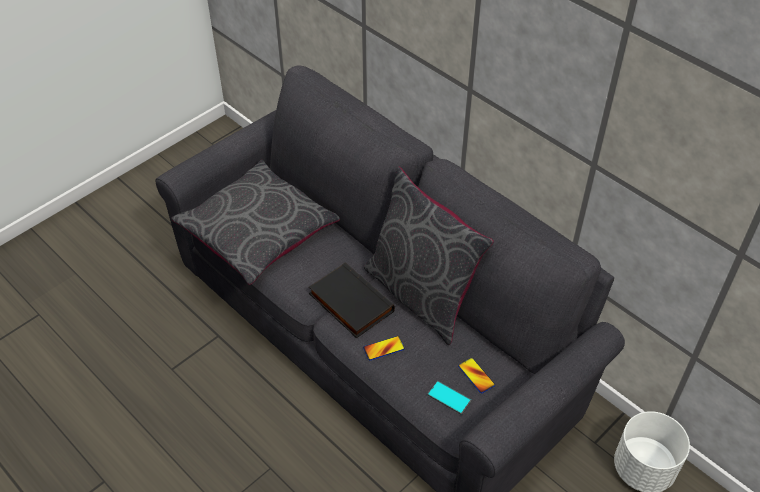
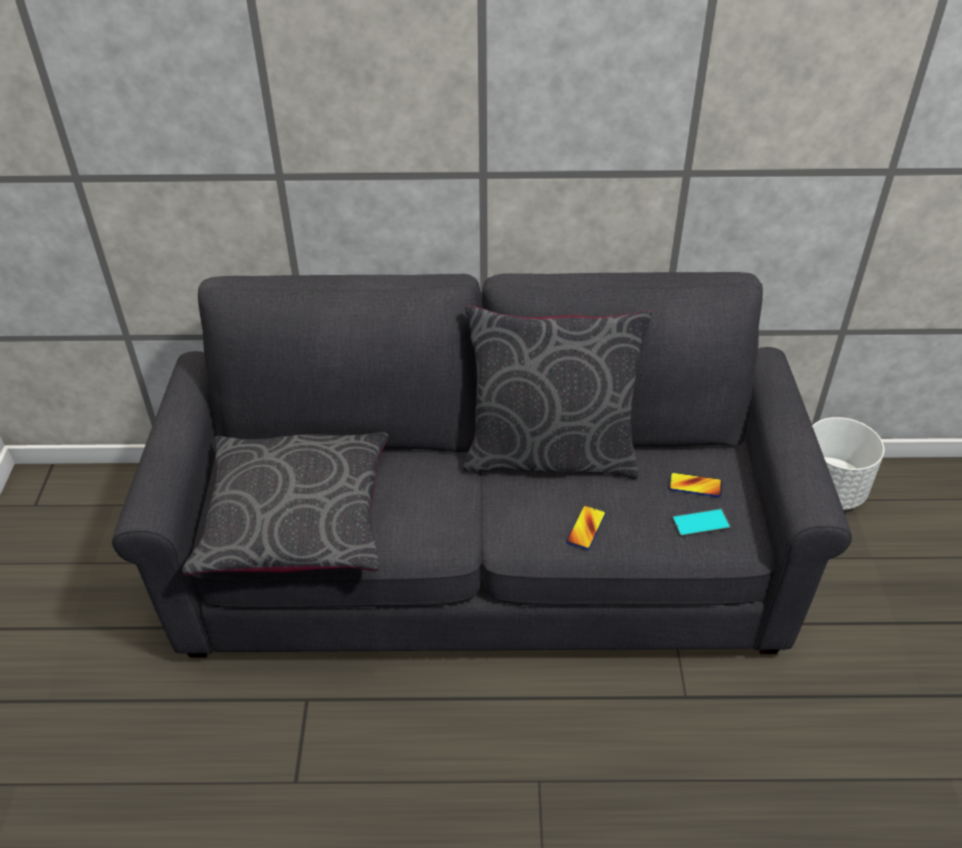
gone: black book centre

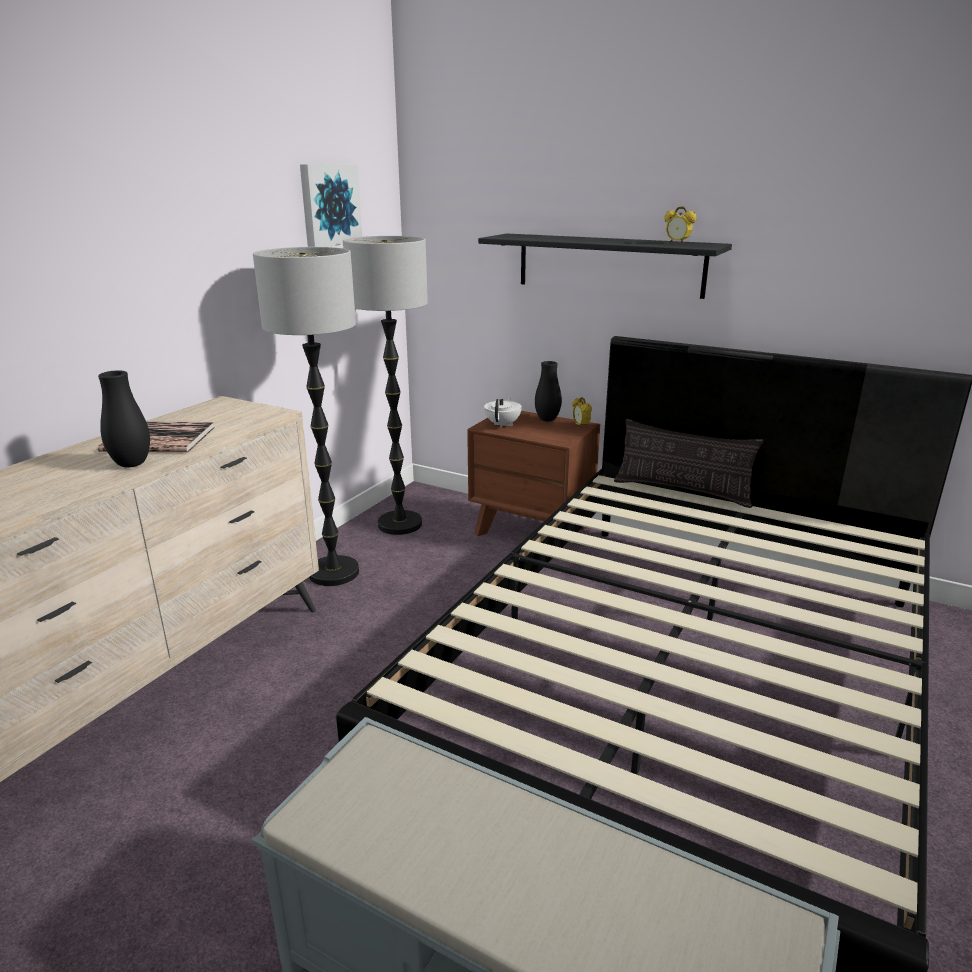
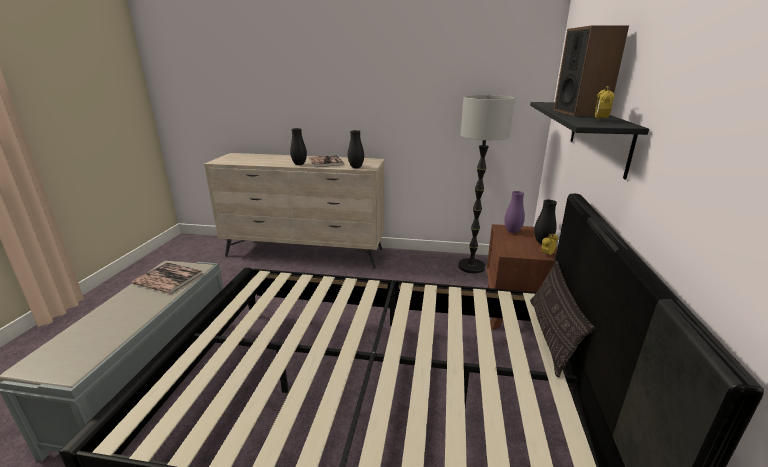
gone: picture top centre; floor lamp (no. 1 from left) middle left
new: speaker top right; black vase (no. 2 from left) top centre; book (no. 1 from left) middle left
swapped: white teapot centre to purple vase middle right

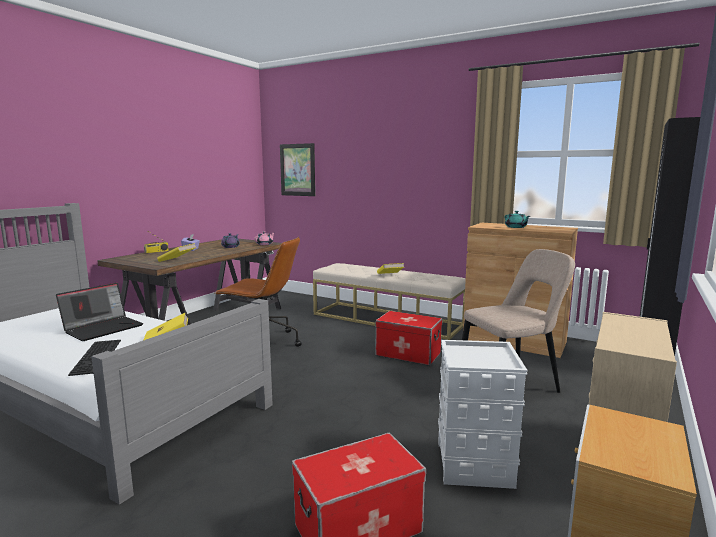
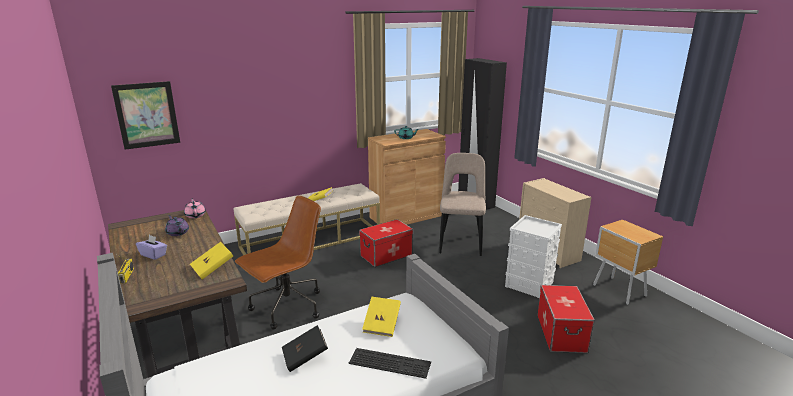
swapped: laptop middle left to black book bottom centre

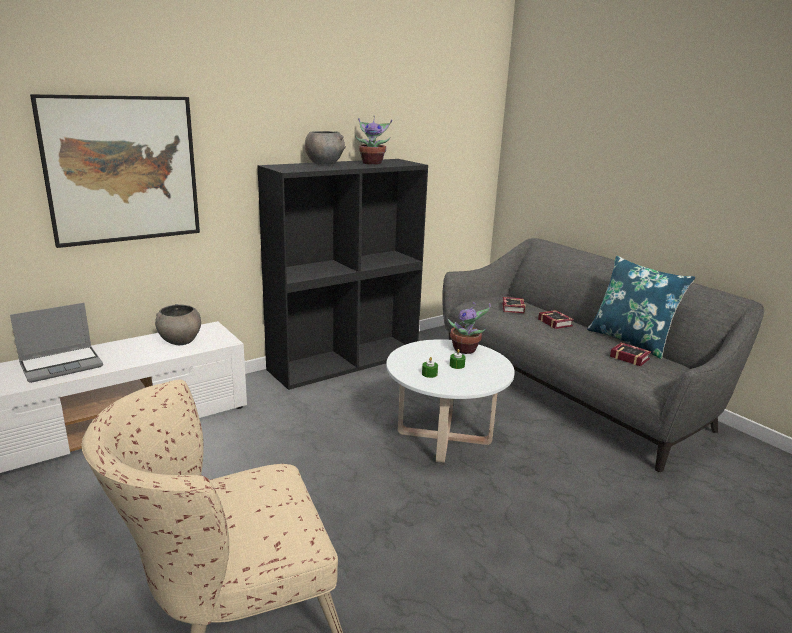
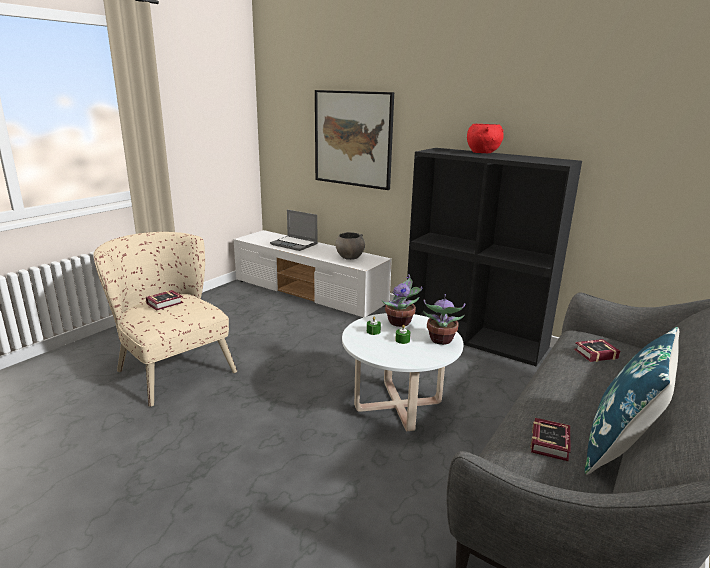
shifted: potted plant (no. 1 from left) top centre to centre; book (no. 2 from left in the first image) middle right to book (no. 1 from left) middle left
repainted: grey bowl (no. 2 from left) top centre to red bowl top right

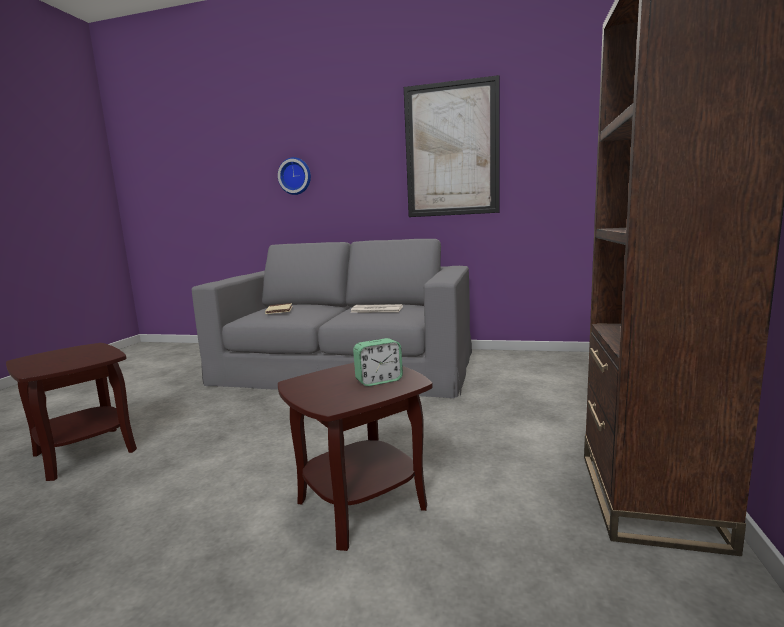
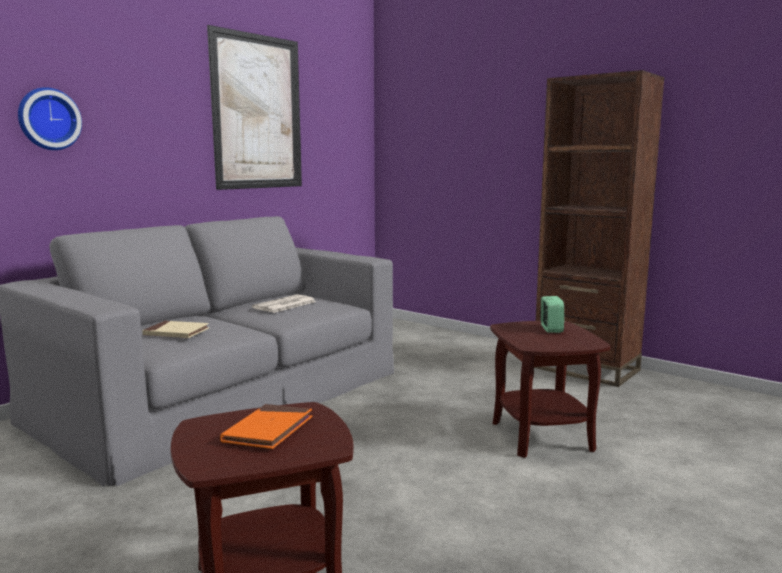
new: orange book bottom centre

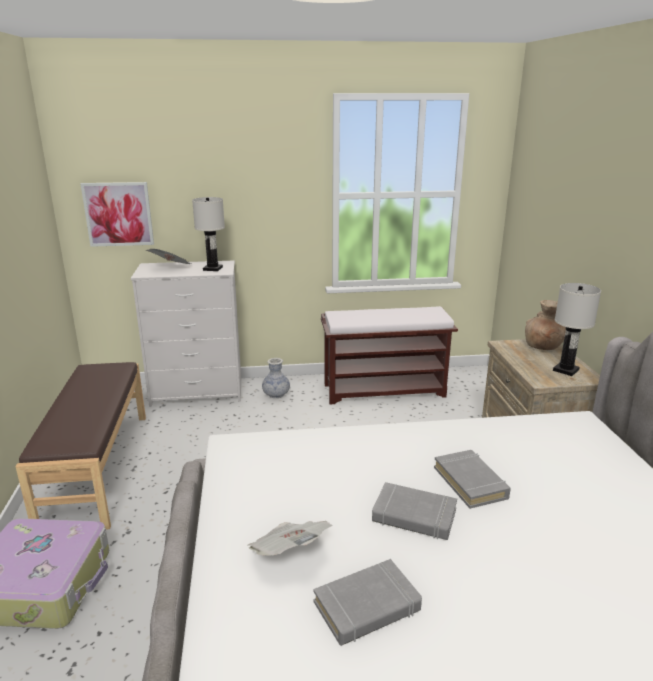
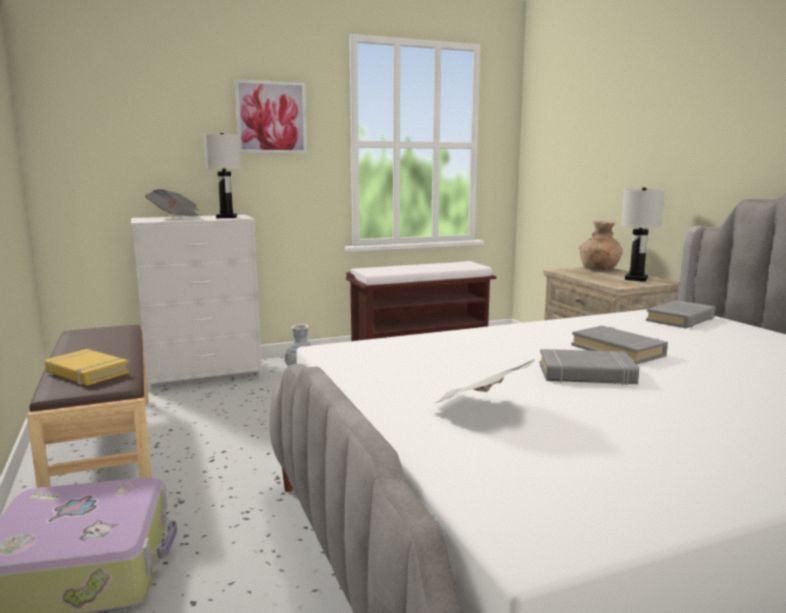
new: yellow book middle left
shifted: picture top left to top centre; grey book (no. 1 from left in the first image) bottom centre to grey book (no. 3 from left) middle right

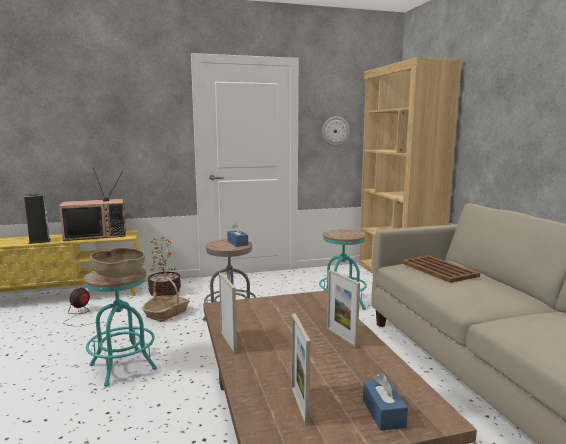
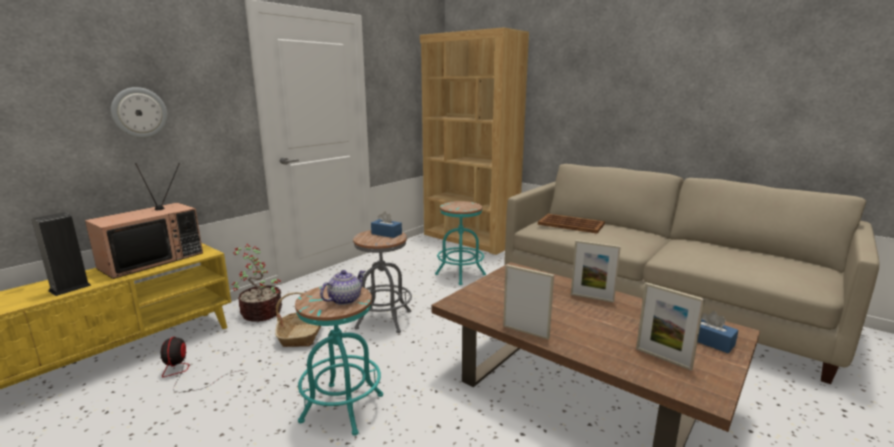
shifted: wall clock top centre to top left
swapped: brown bowl middle left to teapot centre

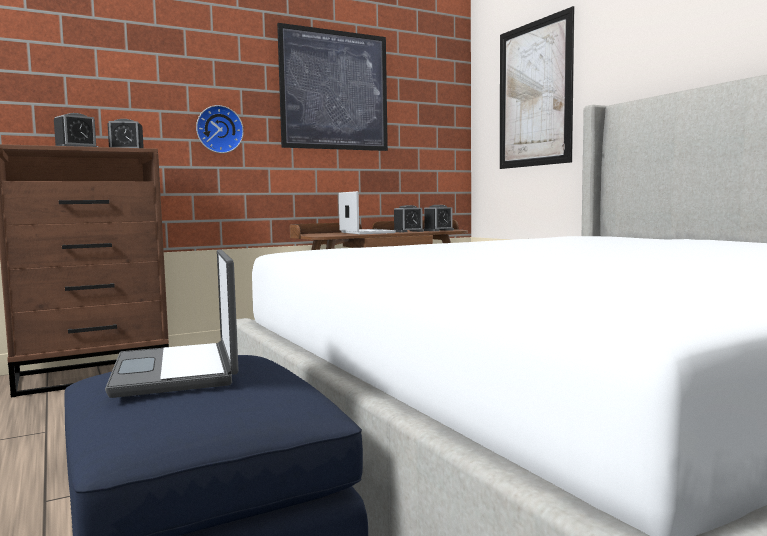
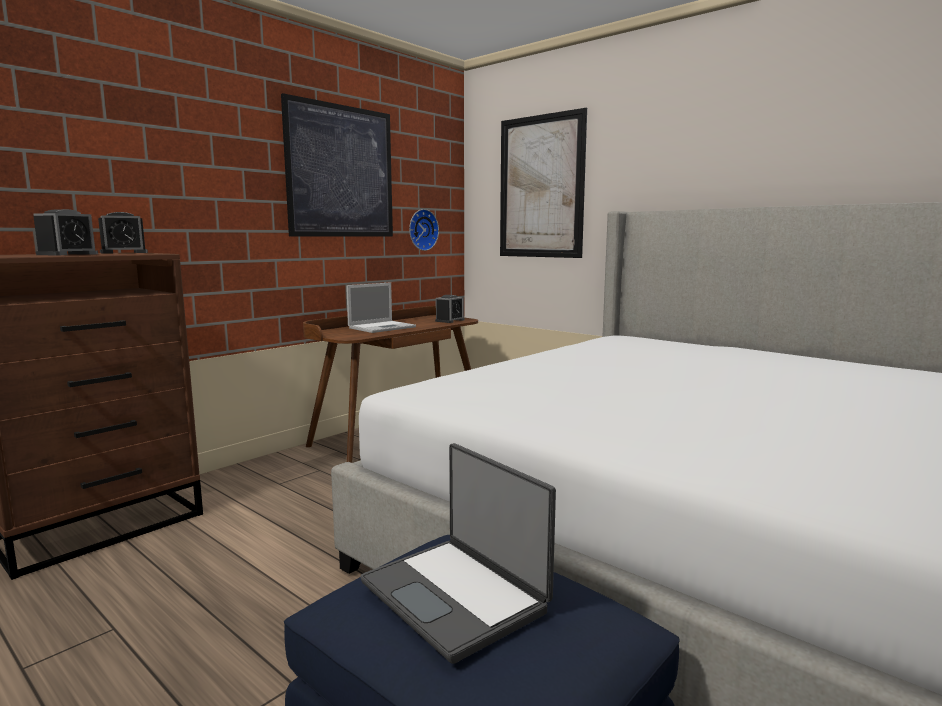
gone: alarm clock (no. 3 from left) centre
shifted: wall clock top left to top centre
rotated: laptop (no. 2 from left in the first image) centre = centre 90 degrees clockwise

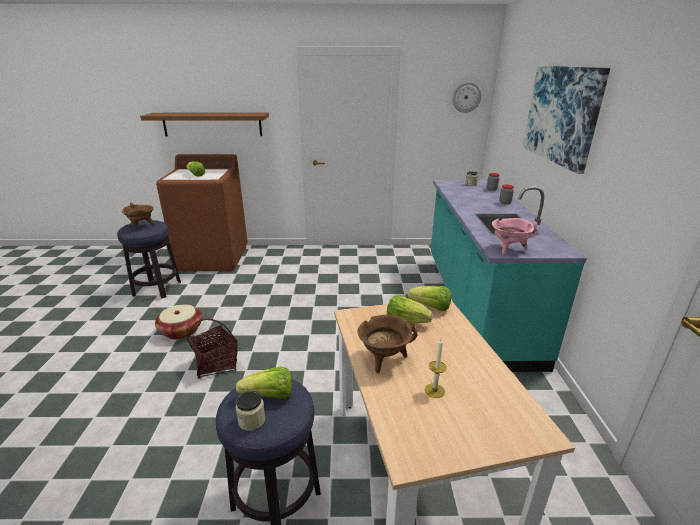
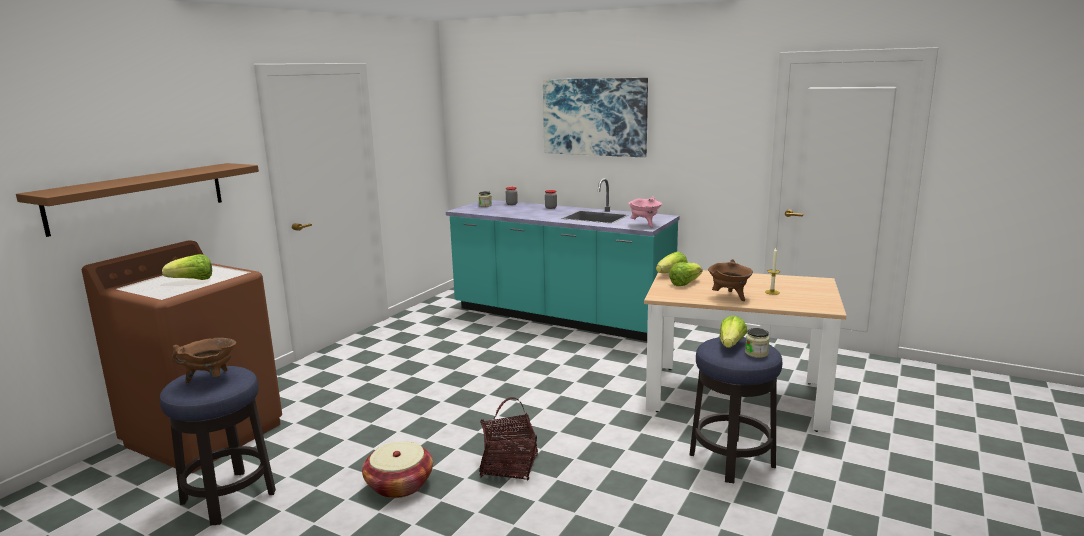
gone: wall clock top right

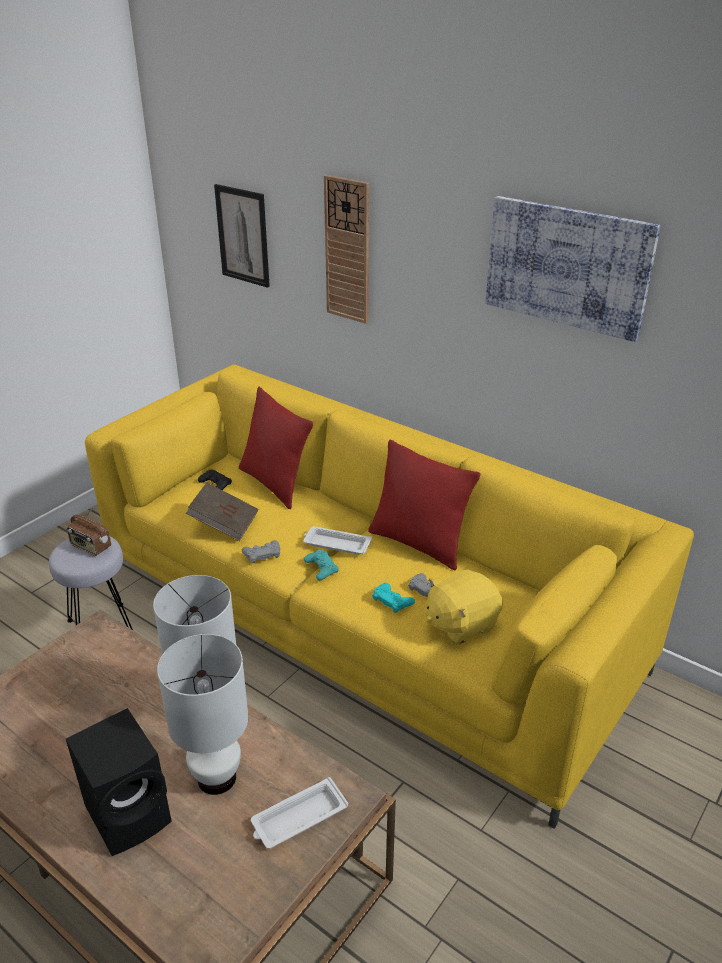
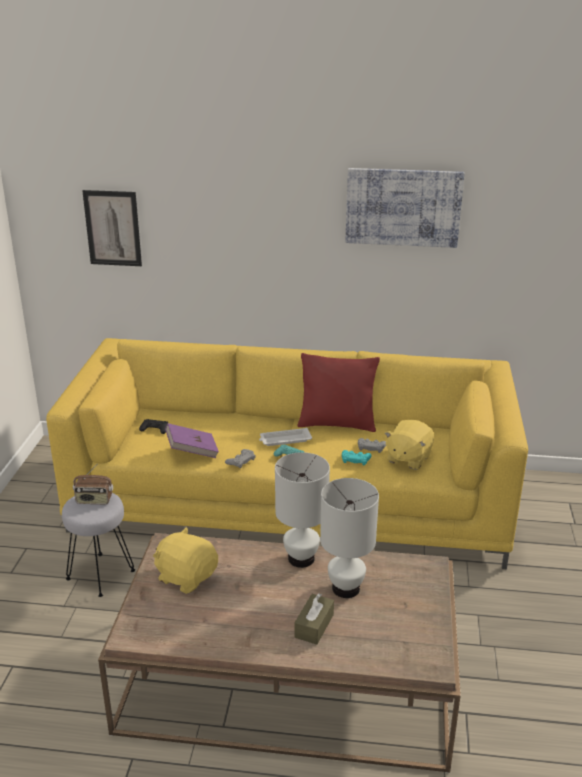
gone: wall clock top centre; red pillow (no. 1 from left) centre; white tray (no. 1 from left) bottom centre
new: yellow plush toy (no. 1 from left) bottom left
swapped: black speaker bottom left to brown tissue box bottom centre
repainted: brown book middle left to purple book middle left

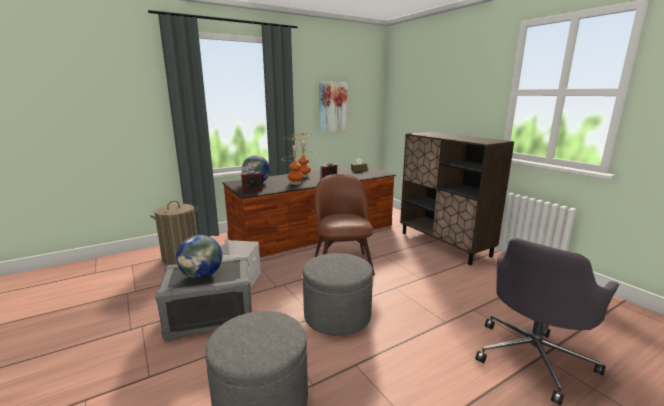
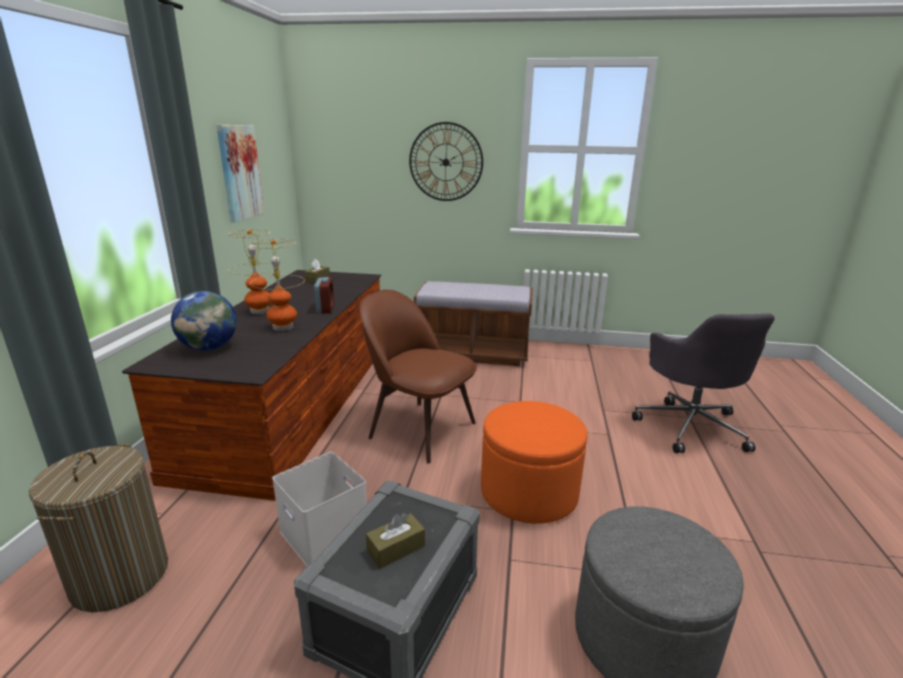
gone: alarm clock (no. 1 from left) centre
new: wall clock top centre
swapped: brown cabinet middle right to brown bench centre; globe (no. 1 from left) middle left to brown tissue box (no. 2 from left) bottom centre
repainted: grey ottoman (no. 2 from left) bottom centre to orange ottoman bottom centre

